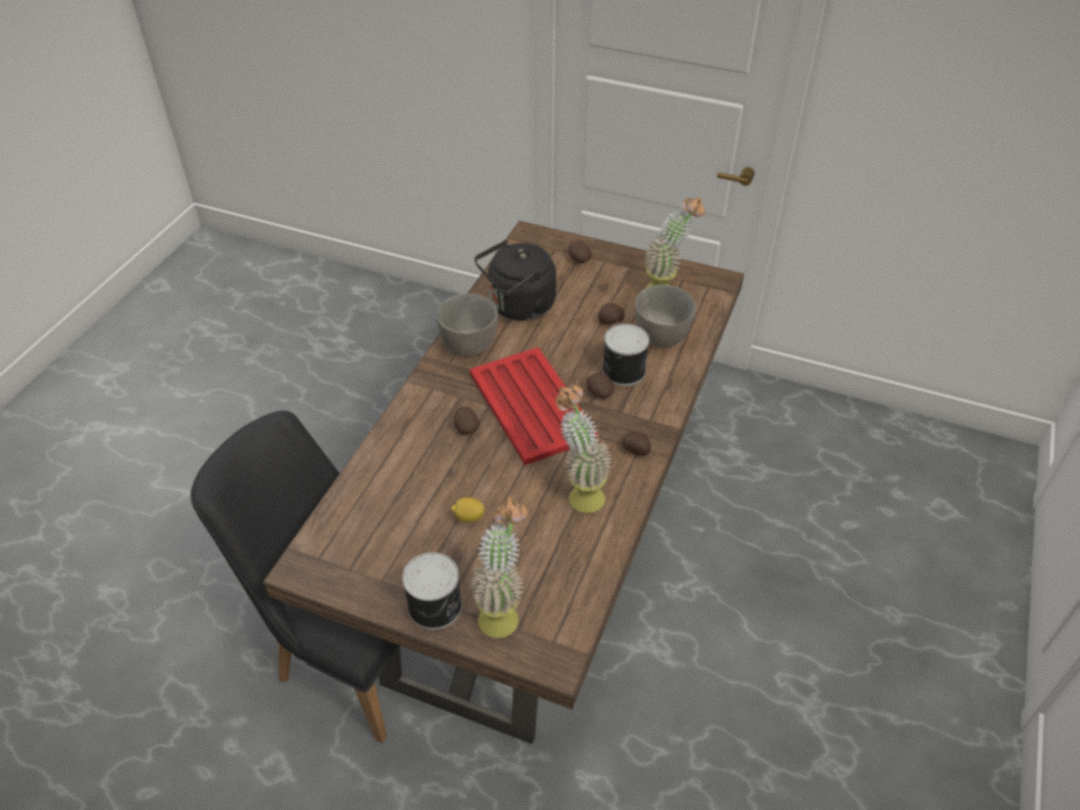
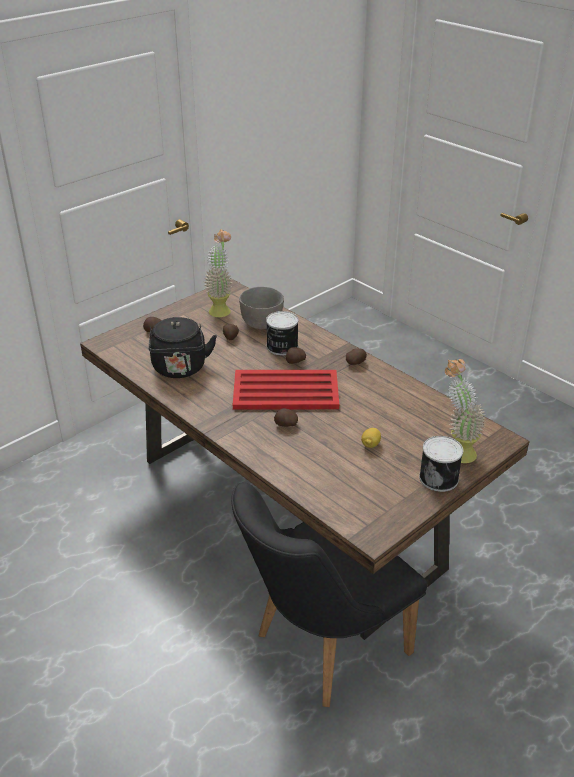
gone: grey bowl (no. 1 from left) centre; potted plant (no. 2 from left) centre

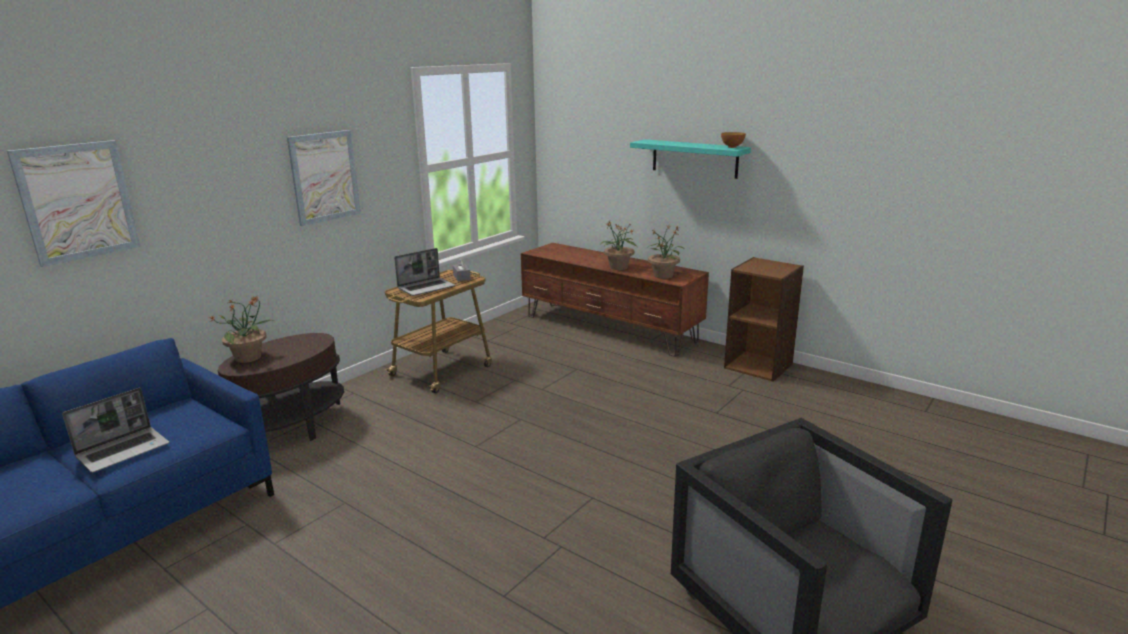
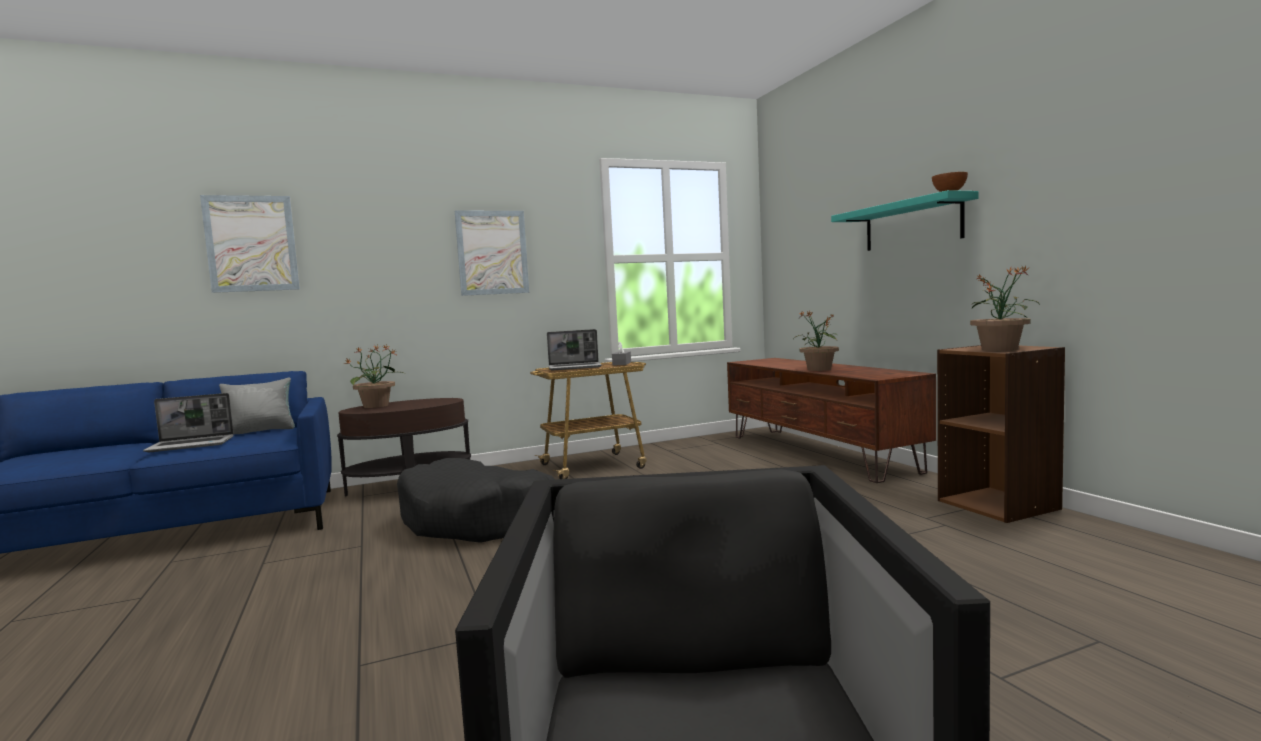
new: grey pillow middle left; black dog bed bottom centre
shifted: potted plant (no. 3 from left) centre to middle right

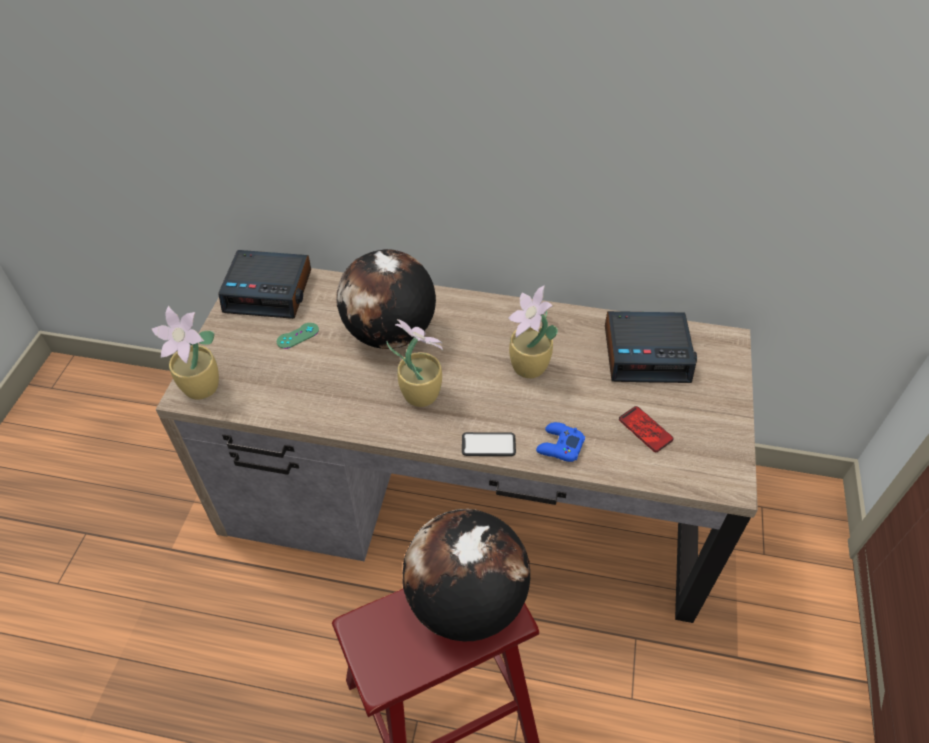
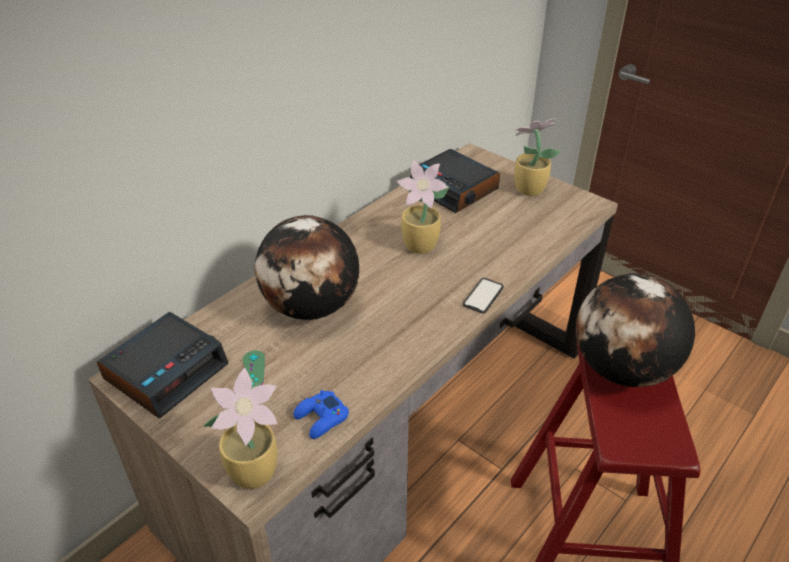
gone: phone (no. 2 from left) middle right
shifted: potted plant (no. 2 from left in the first image) centre to potted plant (no. 3 from left) top right; blue game controller centre to bottom centre
rotated: alarm clock (no. 2 from left) middle right = top centre 105 degrees clockwise

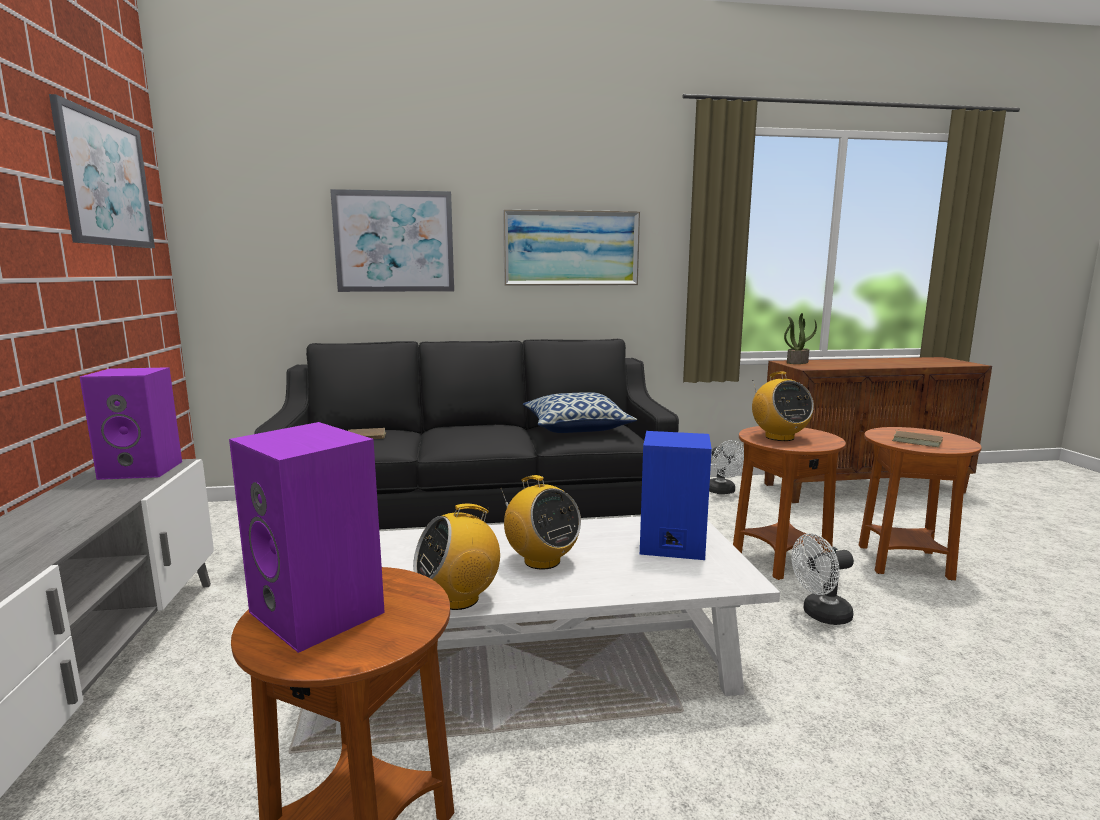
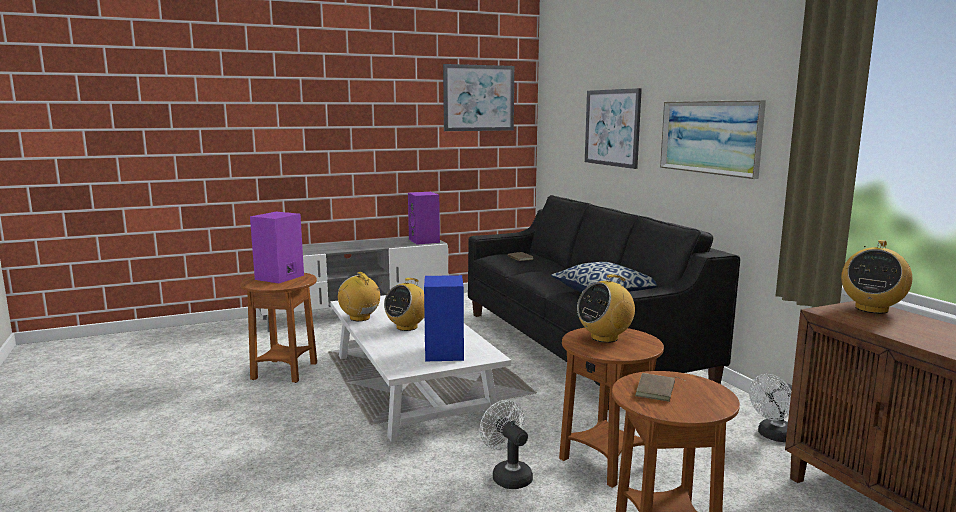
swapped: potted plant middle right to radio (no. 4 from left) middle right

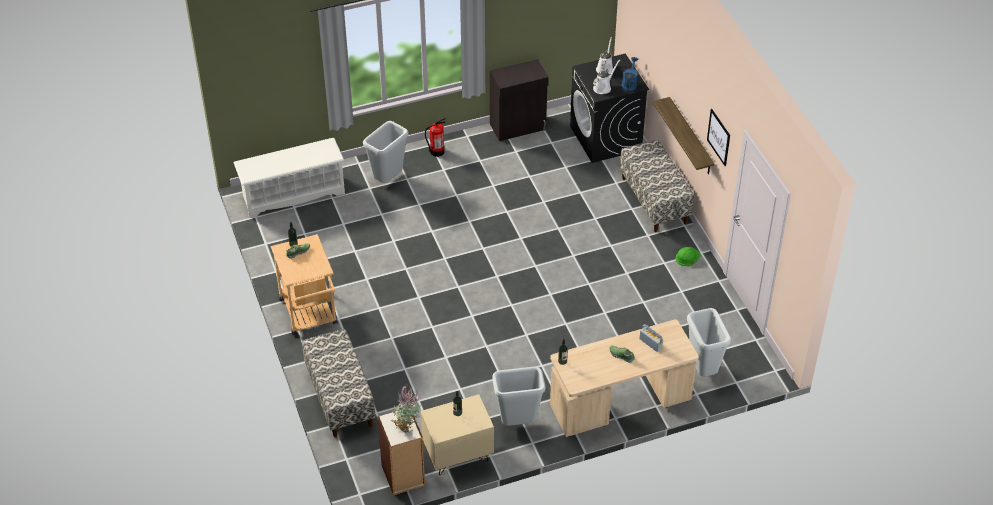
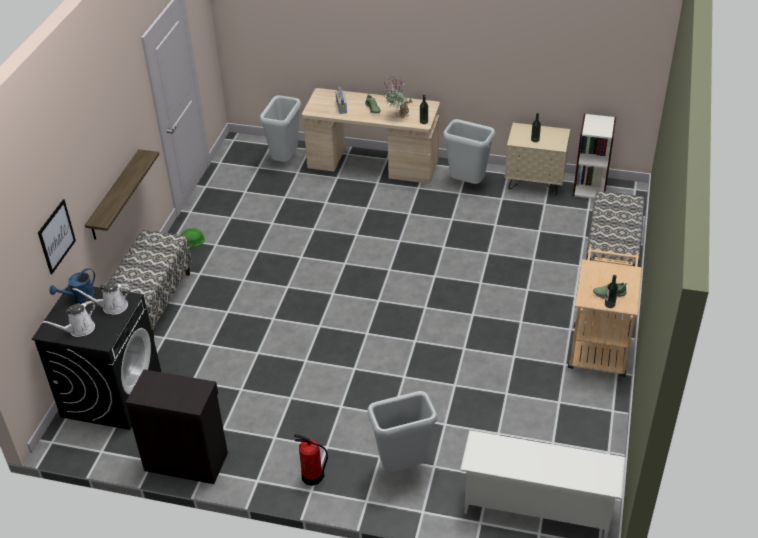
shifted: picture top right to middle left; potted plant bottom centre to top centre

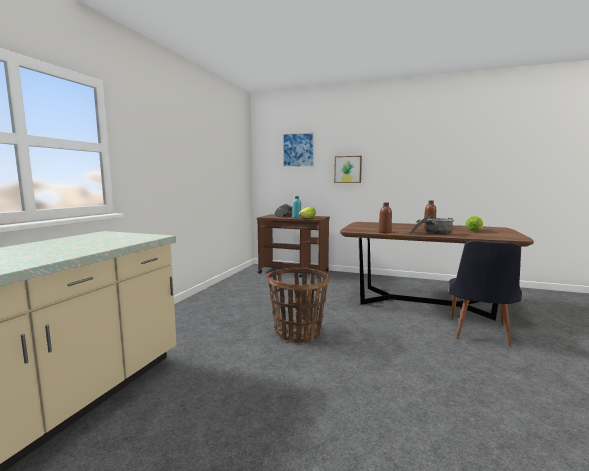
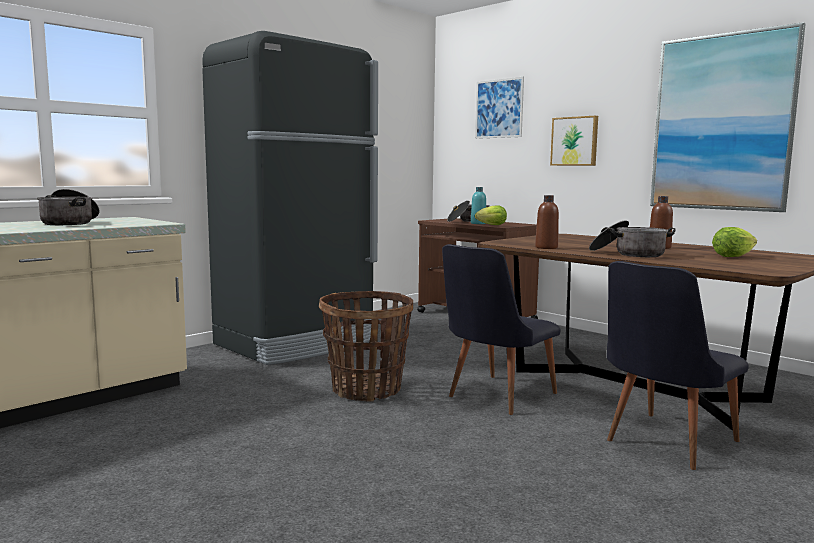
new: picture (no. 3 from left) top right; black fridge centre; cooking pot (no. 1 from left) middle left; black chair (no. 1 from left) centre

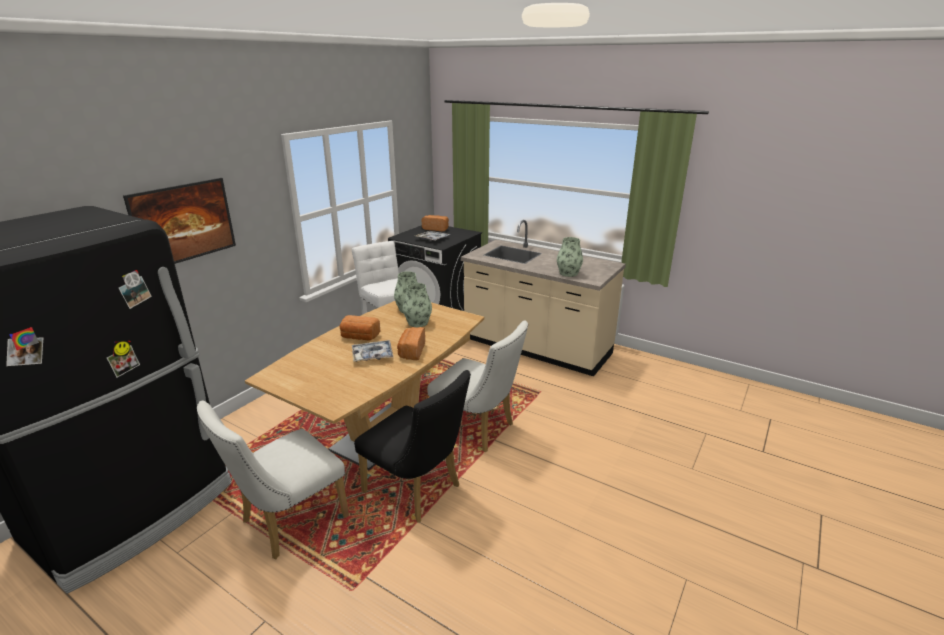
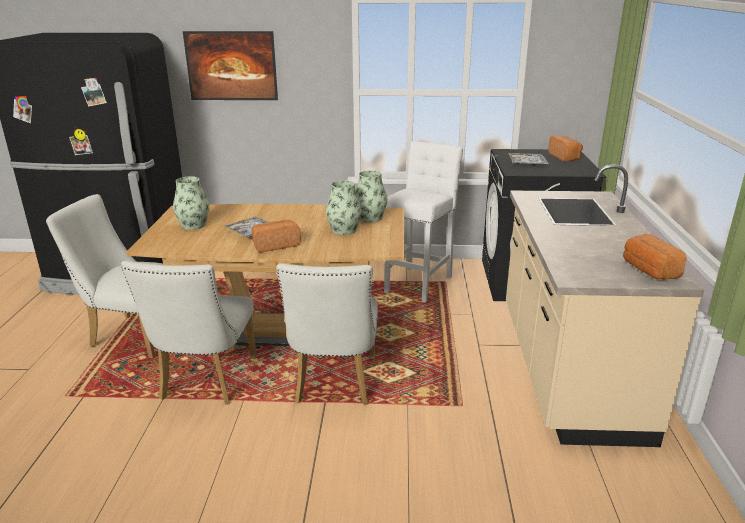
shifted: vase (no. 3 from left in the first image) centre to vase (no. 1 from left) middle left; bread (no. 1 from left in the first image) centre to bread (no. 3 from left) middle right
repainted: black chair bottom centre to white chair (no. 2 from left) middle left

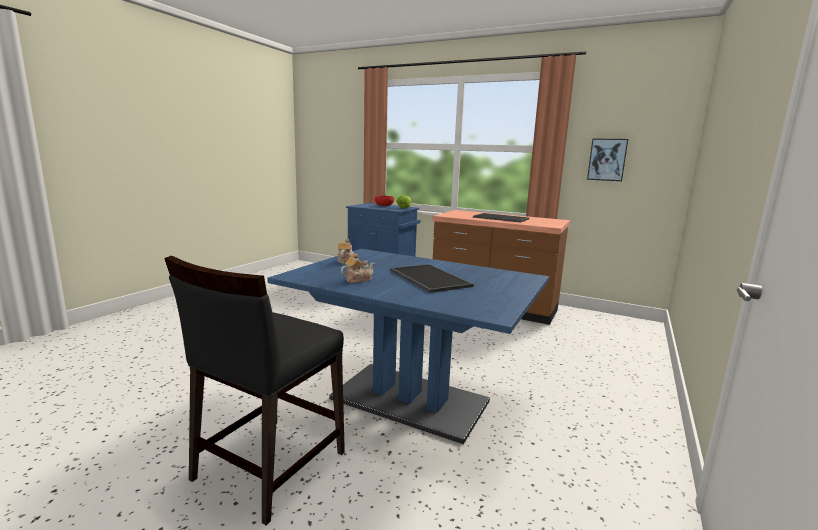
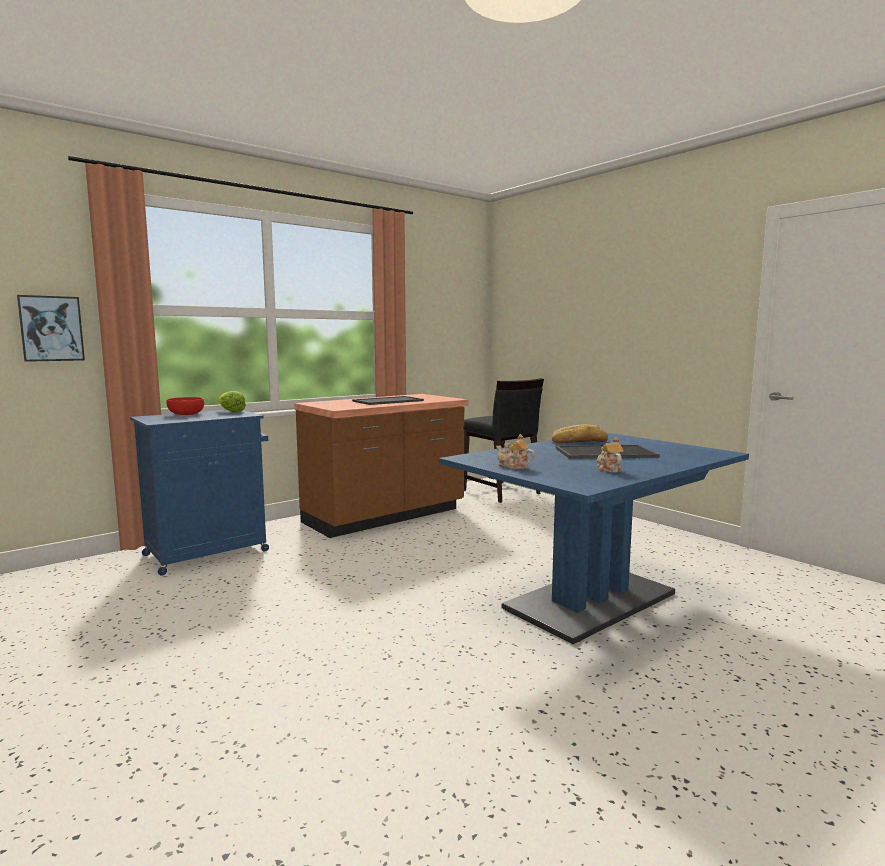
new: bread centre
shifted: picture top right to middle left; black chair bottom left to centre

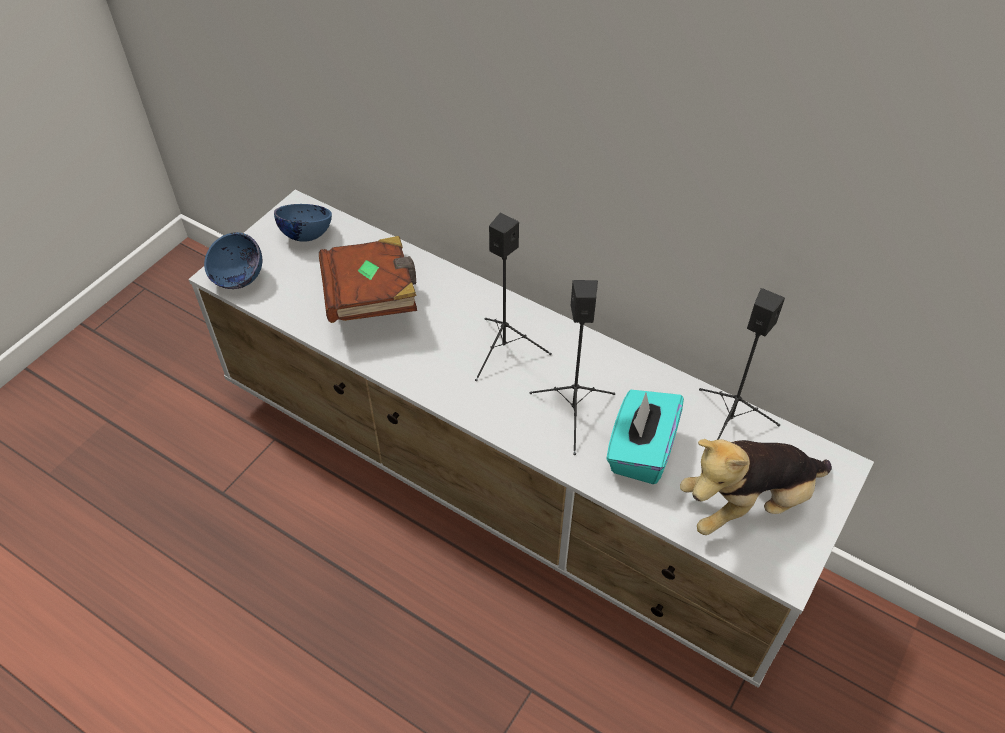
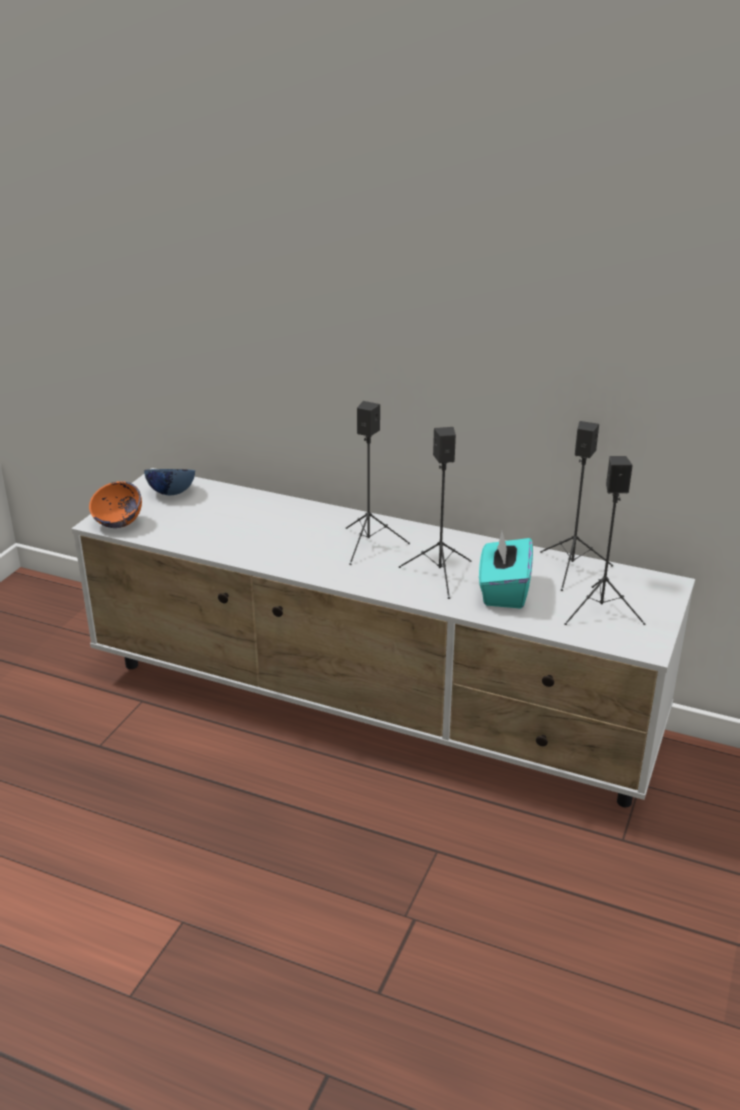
gone: brown book centre
swapped: plush toy middle right to black speaker (no. 4 from left) middle right
repainted: blue bowl (no. 1 from left) middle left to orange bowl middle left

